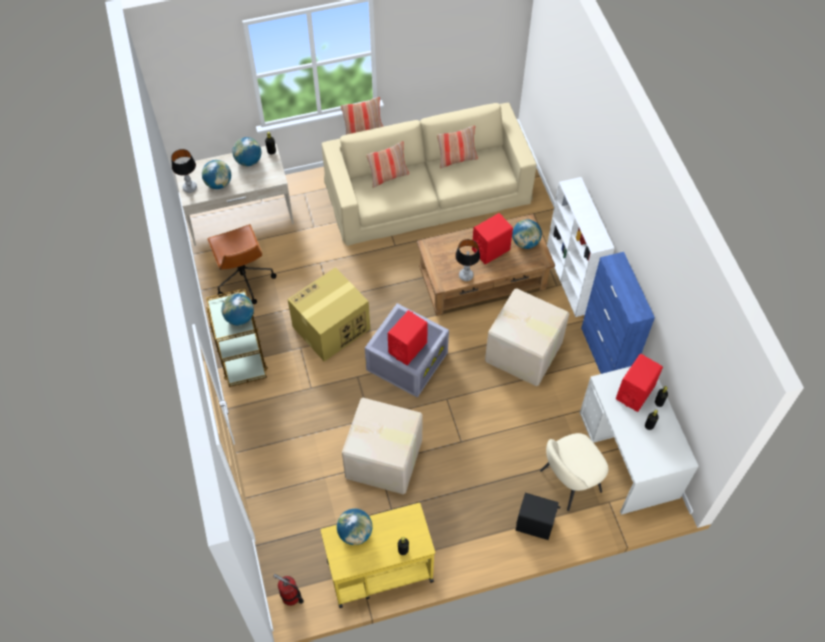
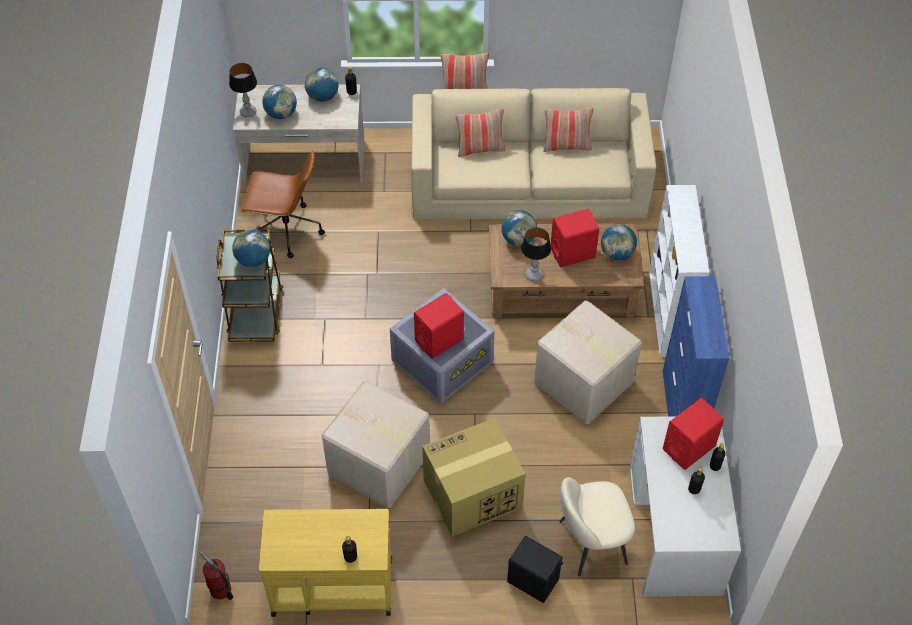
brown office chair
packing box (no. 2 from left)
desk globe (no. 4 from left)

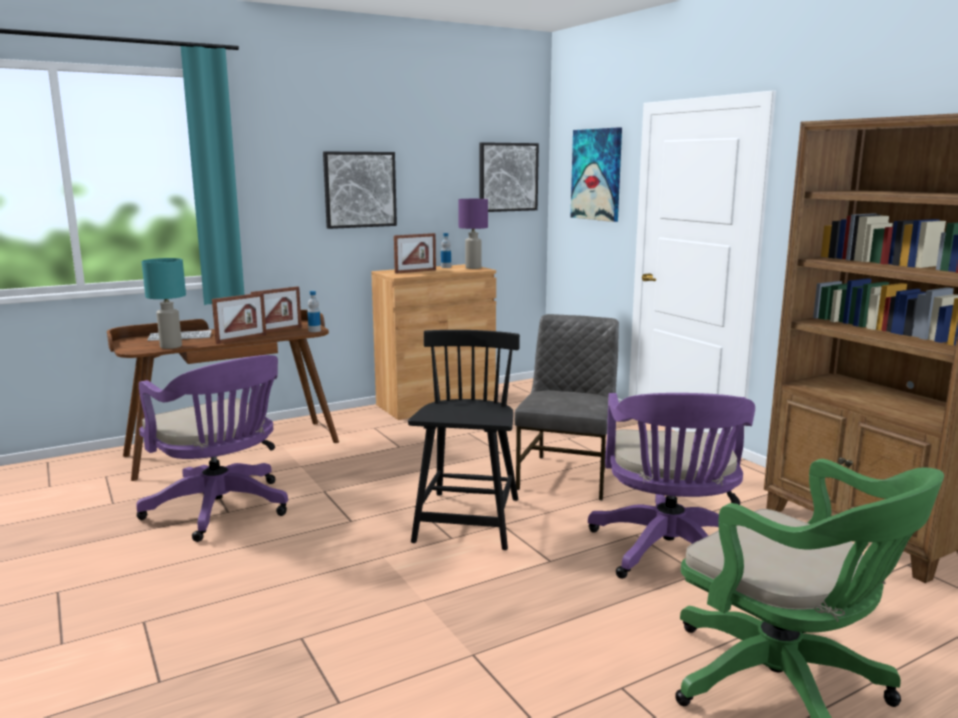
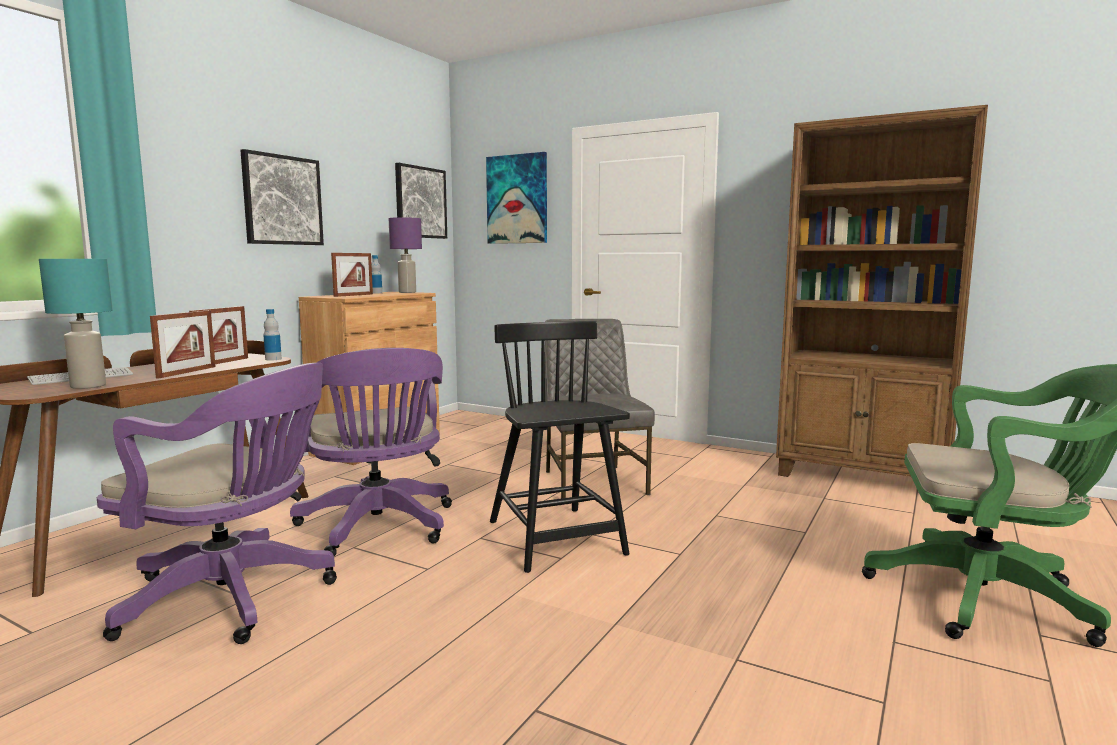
purple office chair (no. 2 from left)

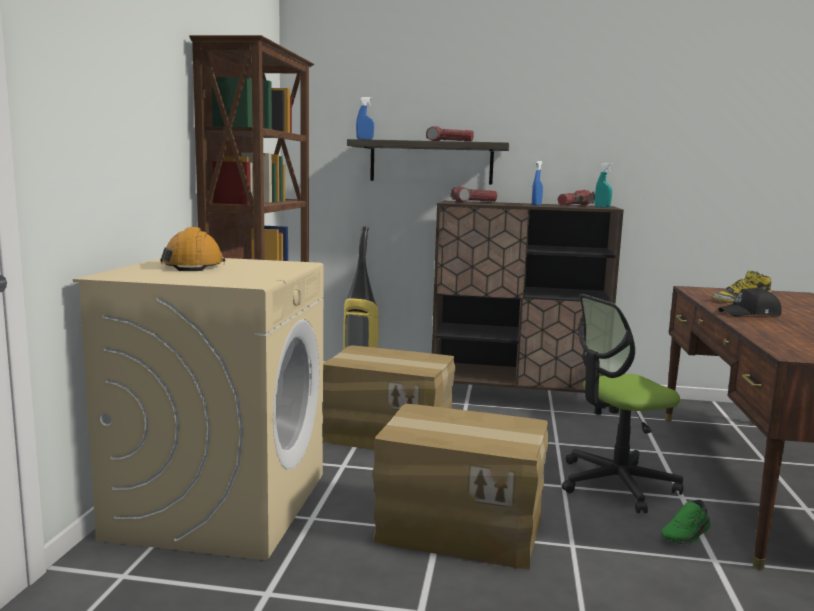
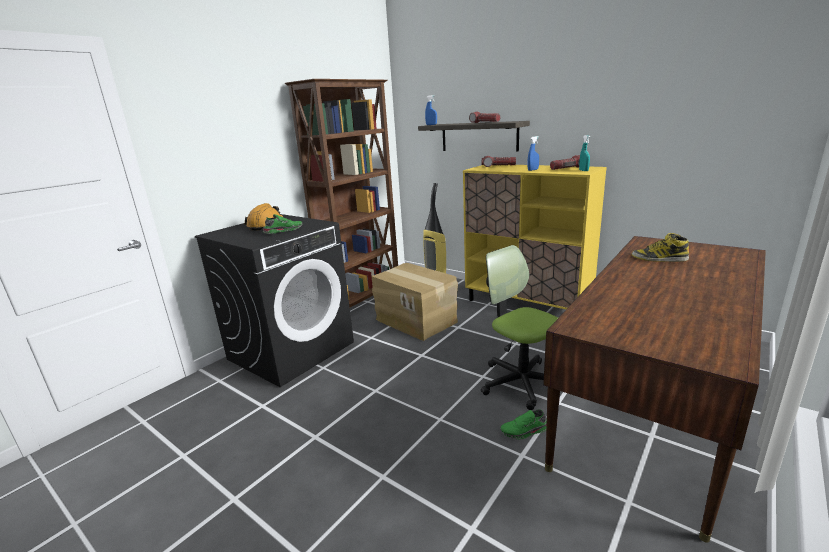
yellow storage cabinet
black-coloured laundry machine
black-coloured baseball cap
office chair
packing box (no. 2 from left in the first image)
green-coloured shoe (no. 1 from left)

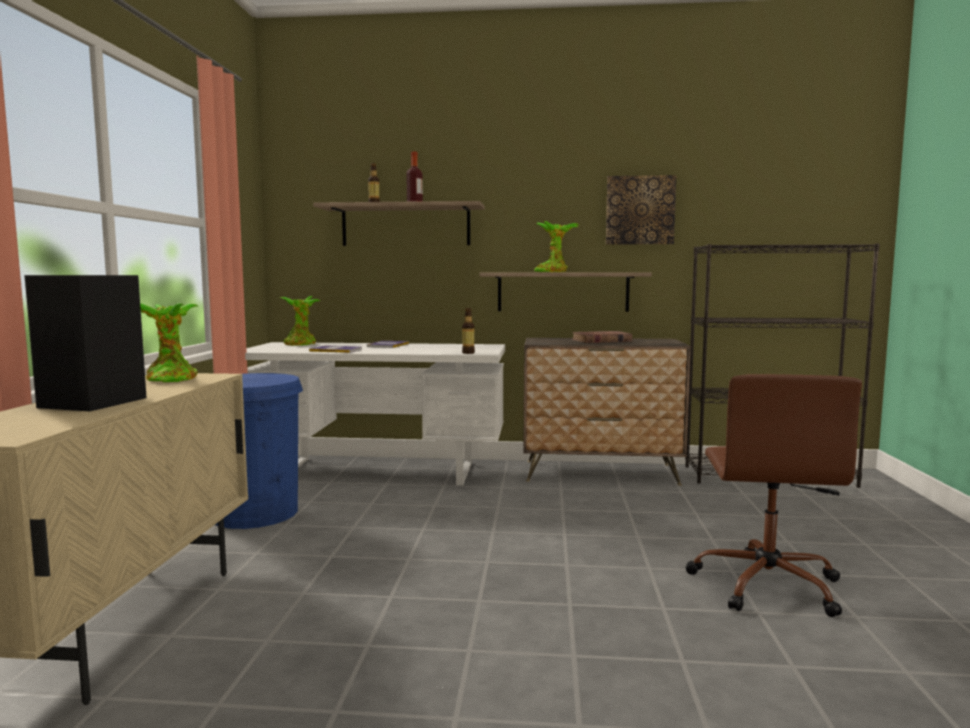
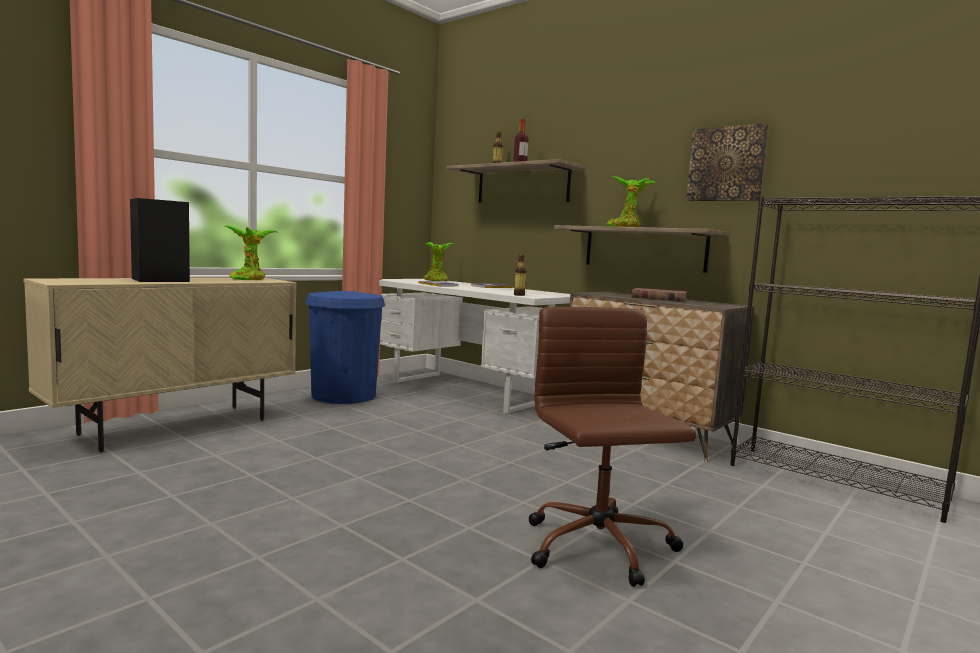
brown office chair

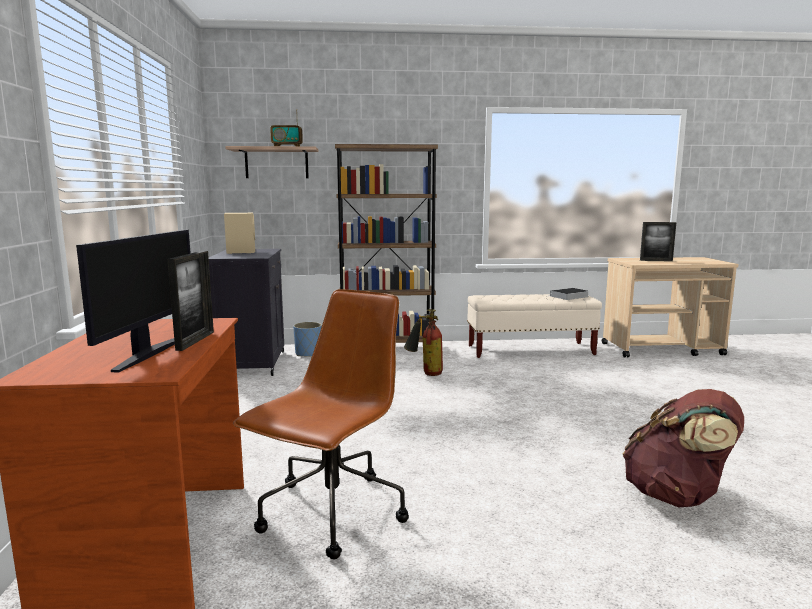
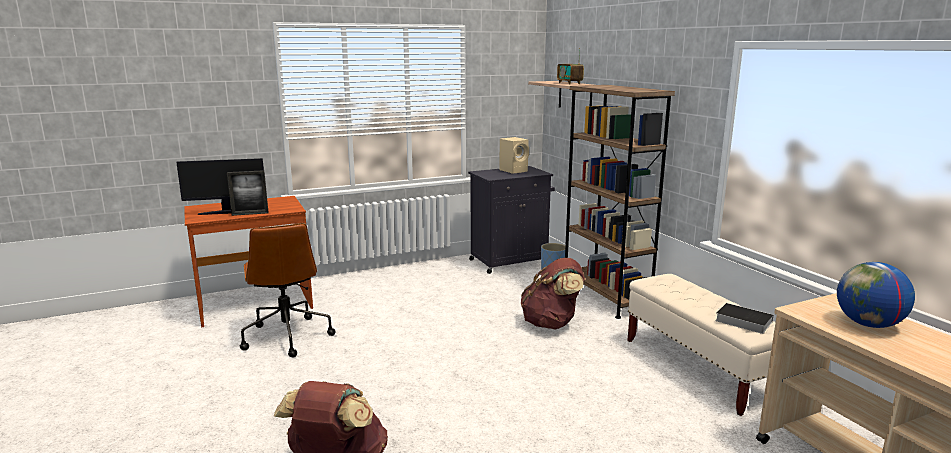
desk globe
brown office chair
brown backpack (no. 2 from left)

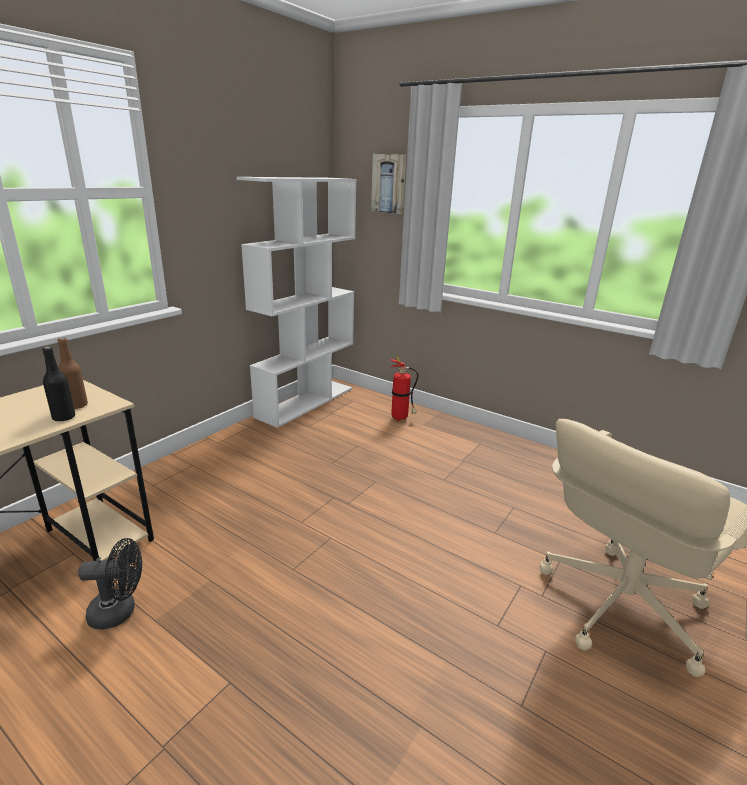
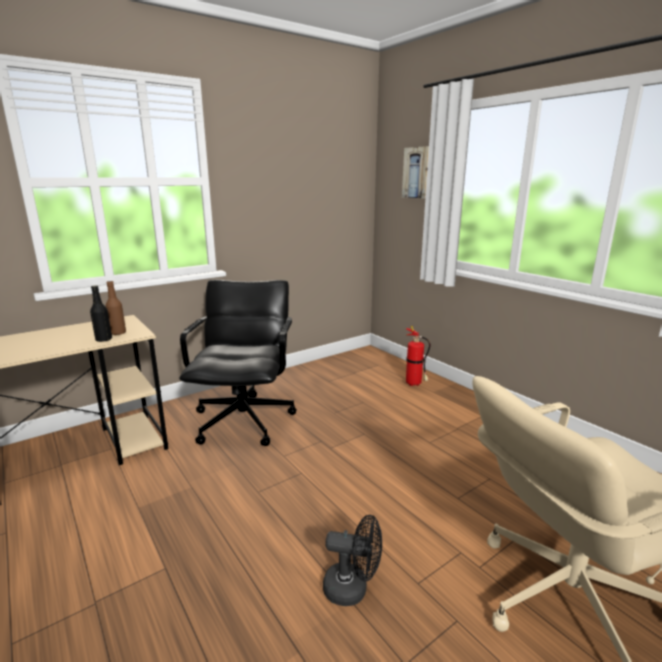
white-coloured bookshelf
black-coloured electric fan
black-coloured office chair

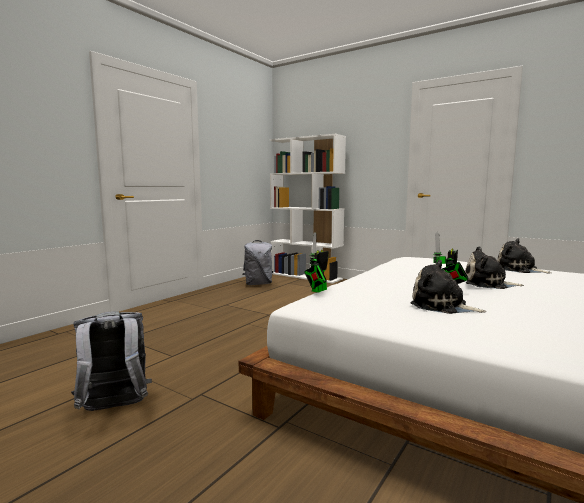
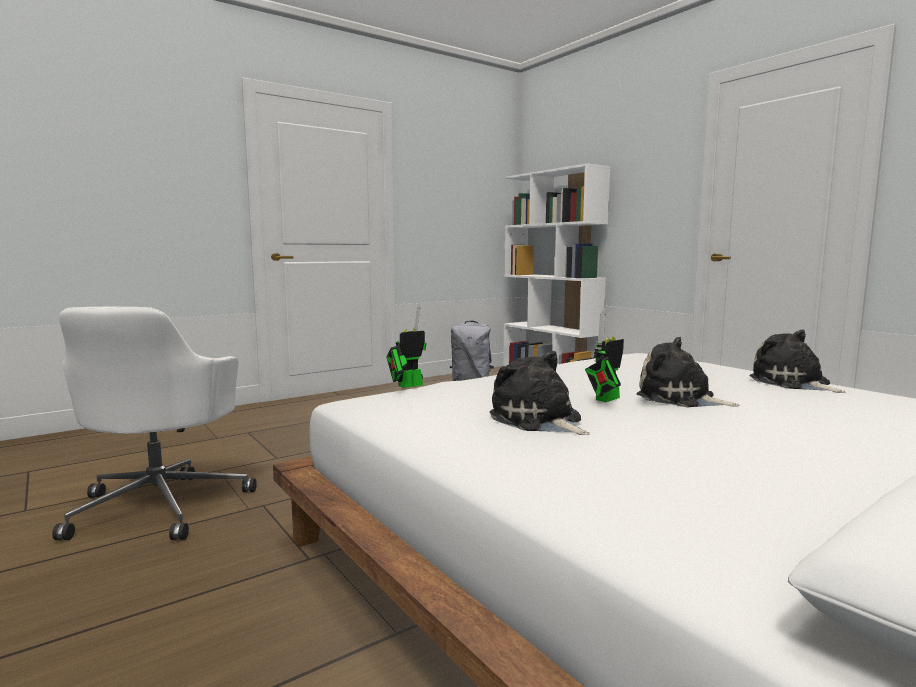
white-coloured office chair

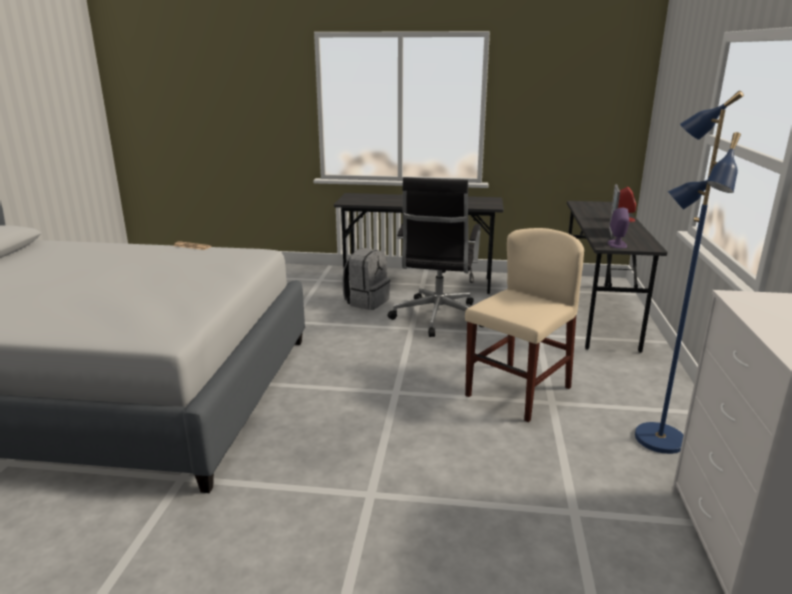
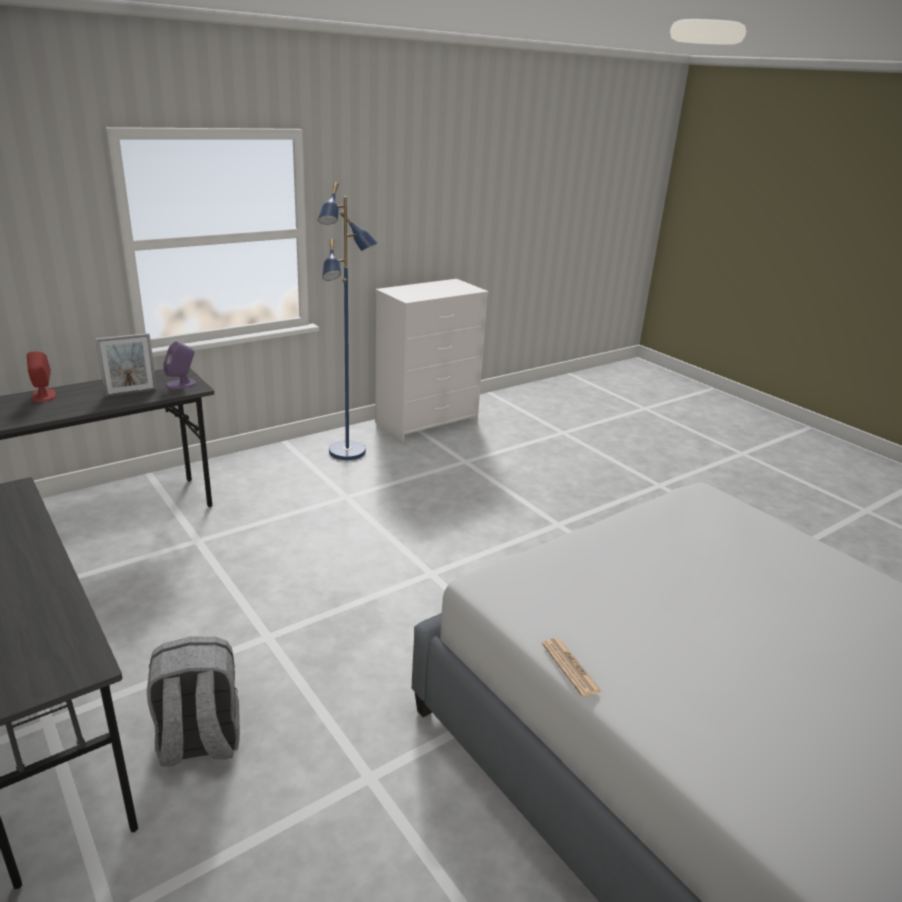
black-coloured office chair
sand-coloured plain chair

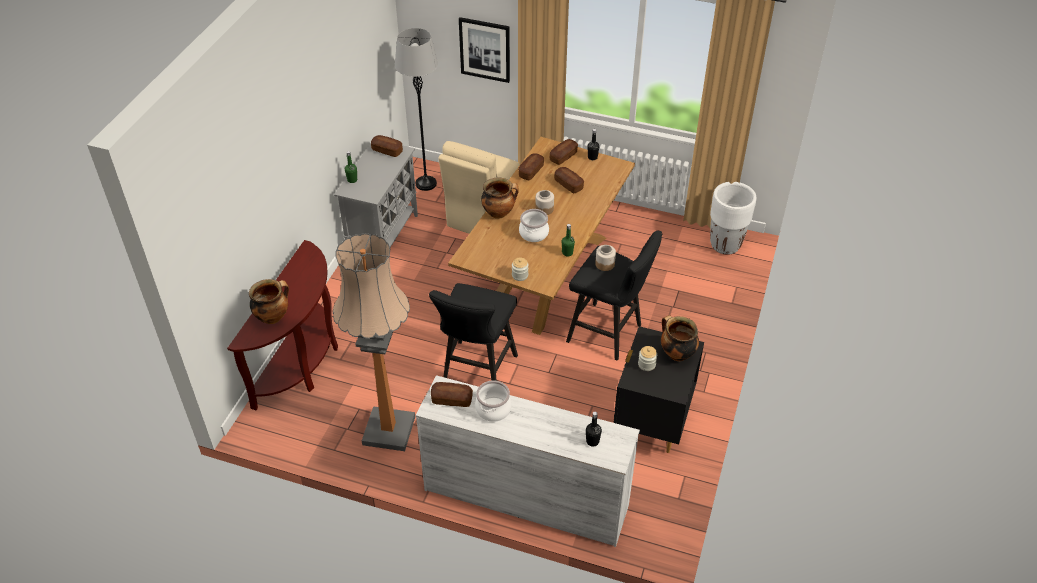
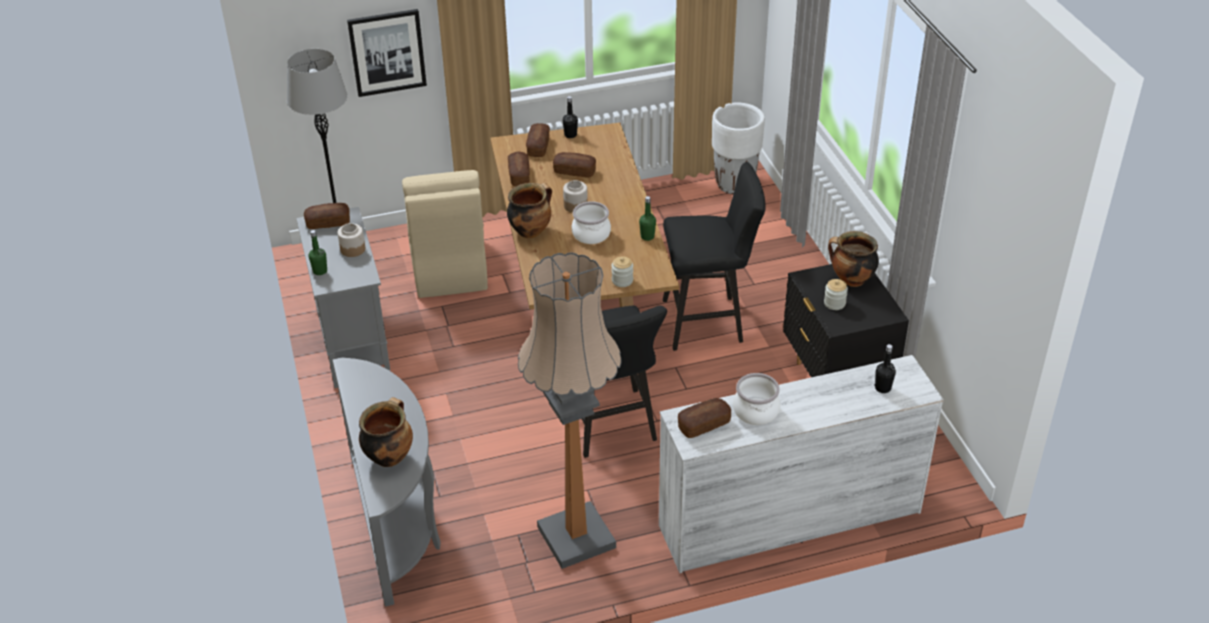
gray narrow table
jar (no. 1 from left)

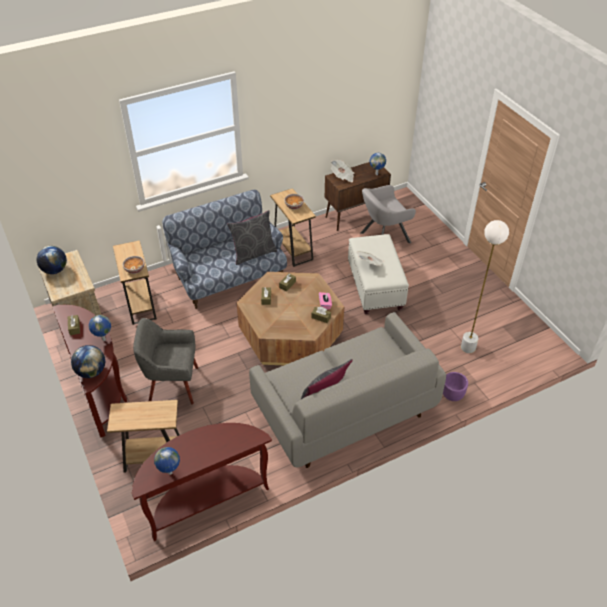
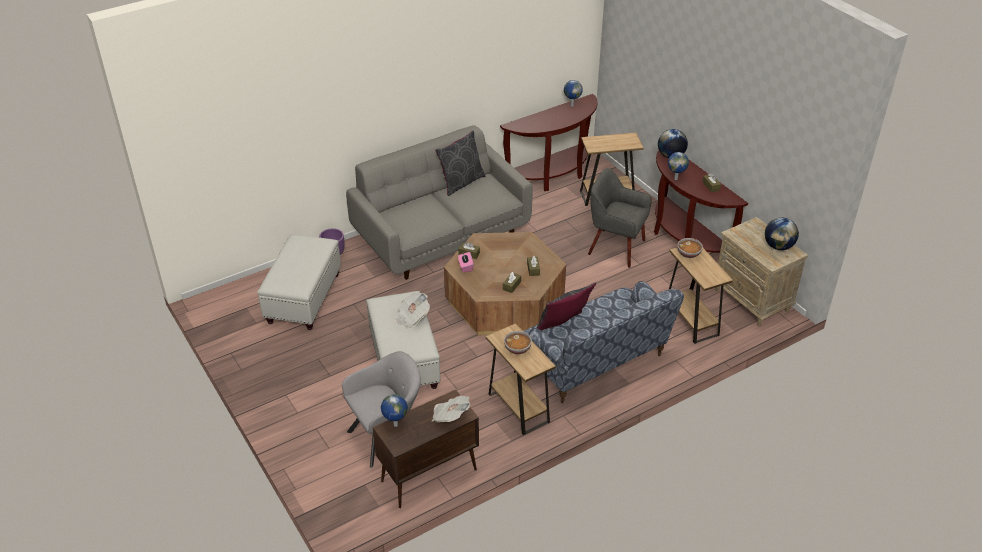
white-coloured footrest (no. 1 from left)
gray armchair (no. 2 from left)

